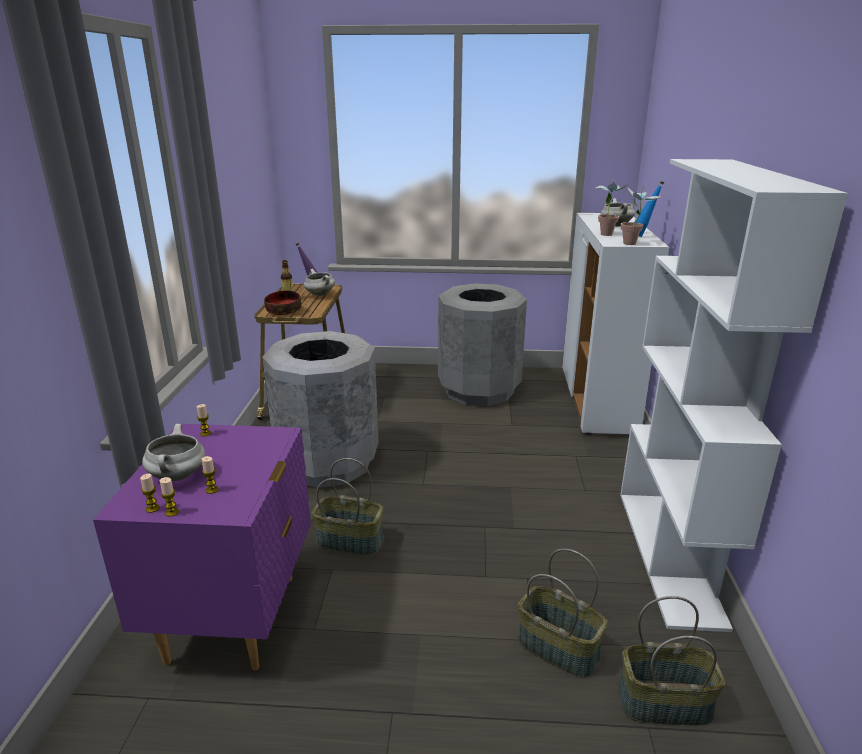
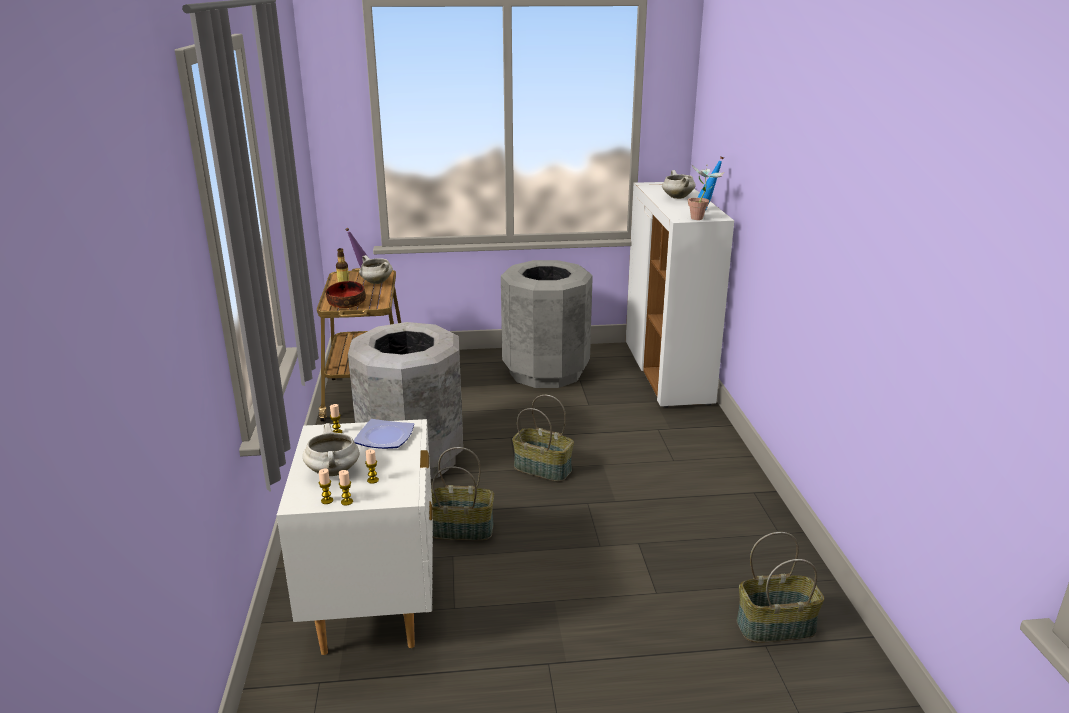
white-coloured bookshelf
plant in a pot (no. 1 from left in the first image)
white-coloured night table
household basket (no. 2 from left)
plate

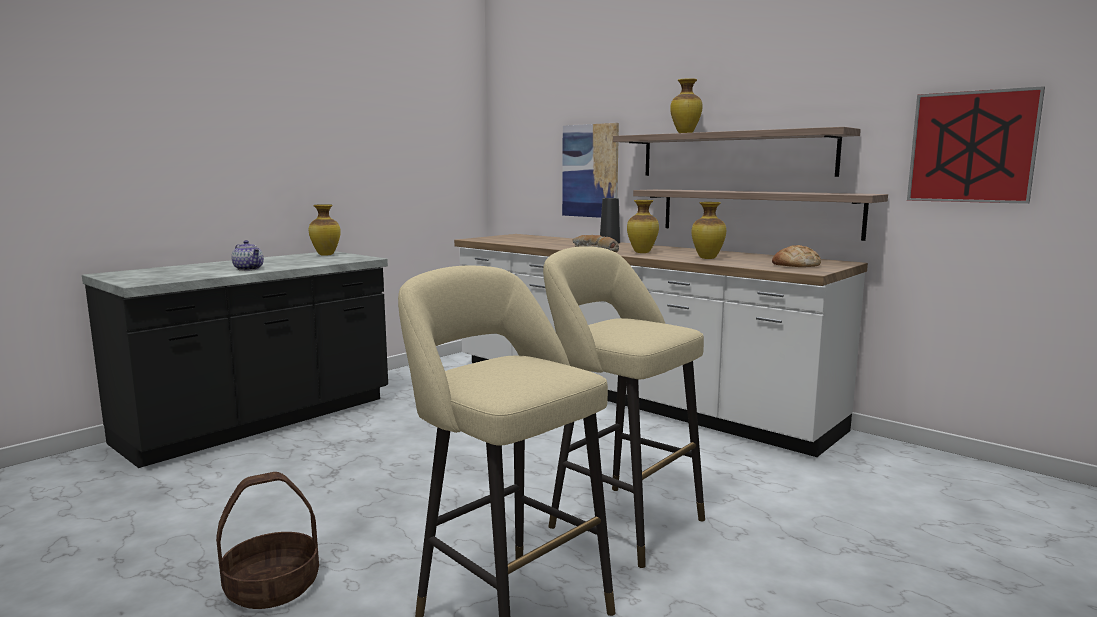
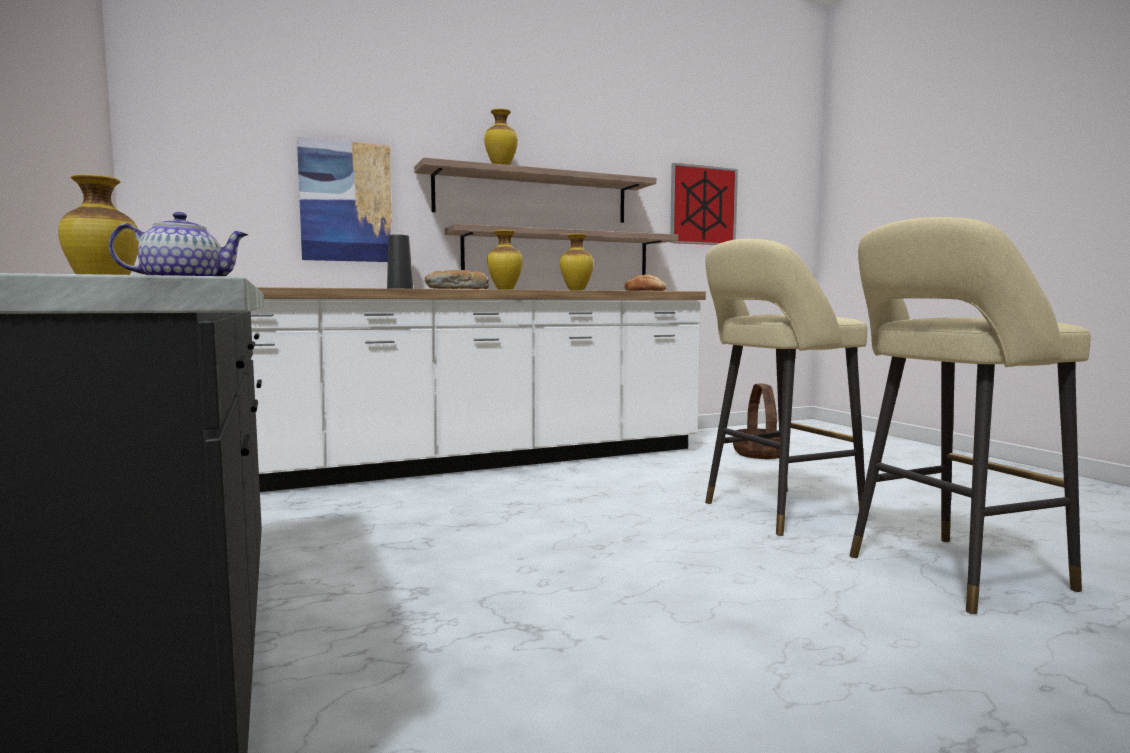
household basket

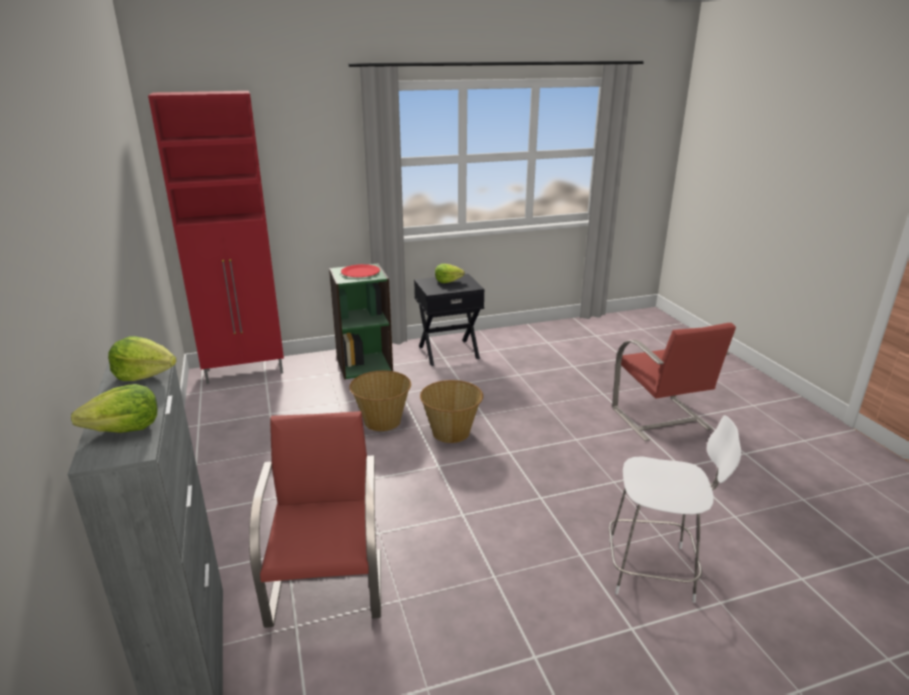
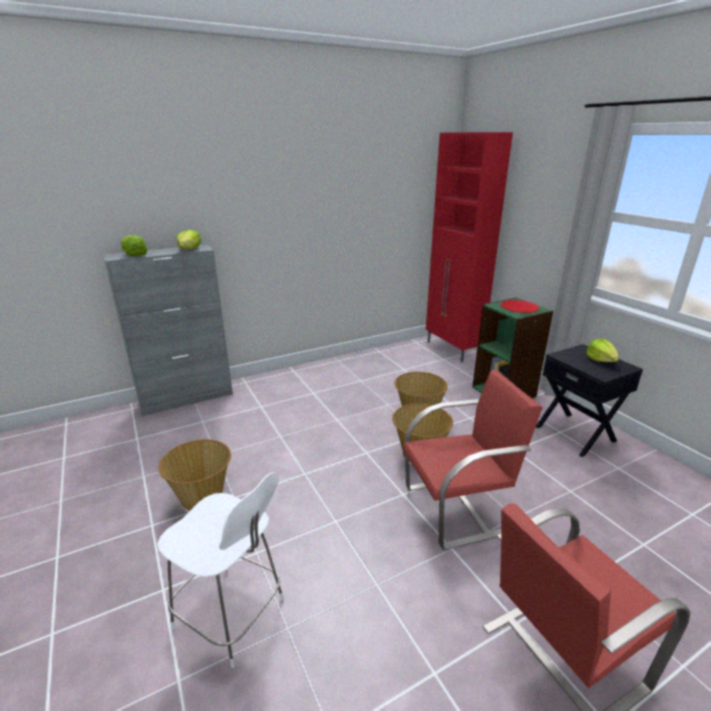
red-coloured plain chair (no. 1 from left)
white-coloured plain chair
household basket (no. 1 from left)

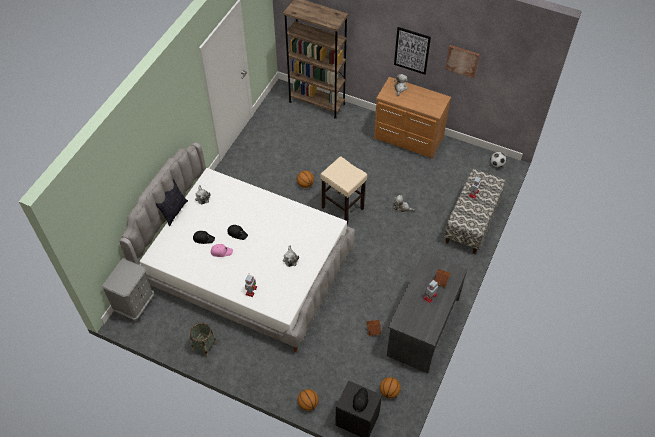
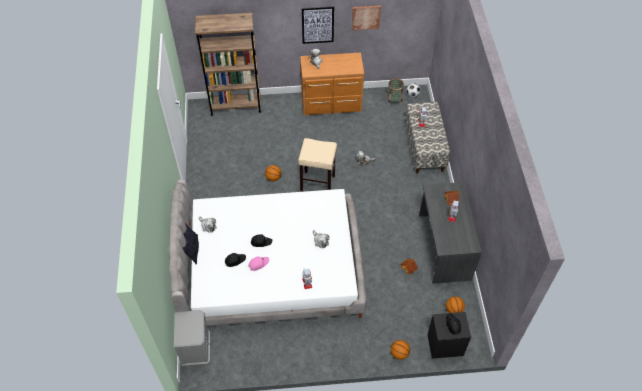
household basket

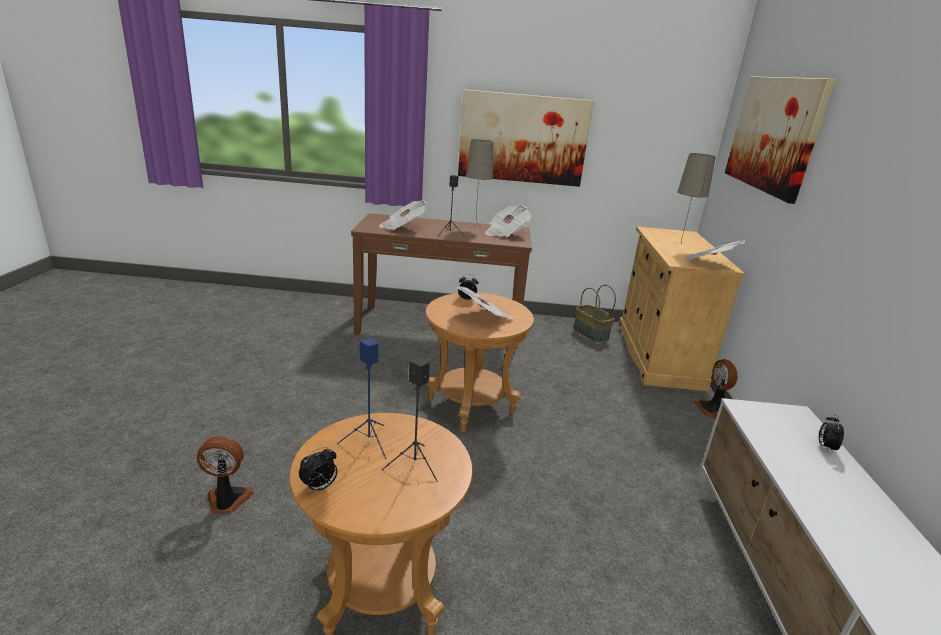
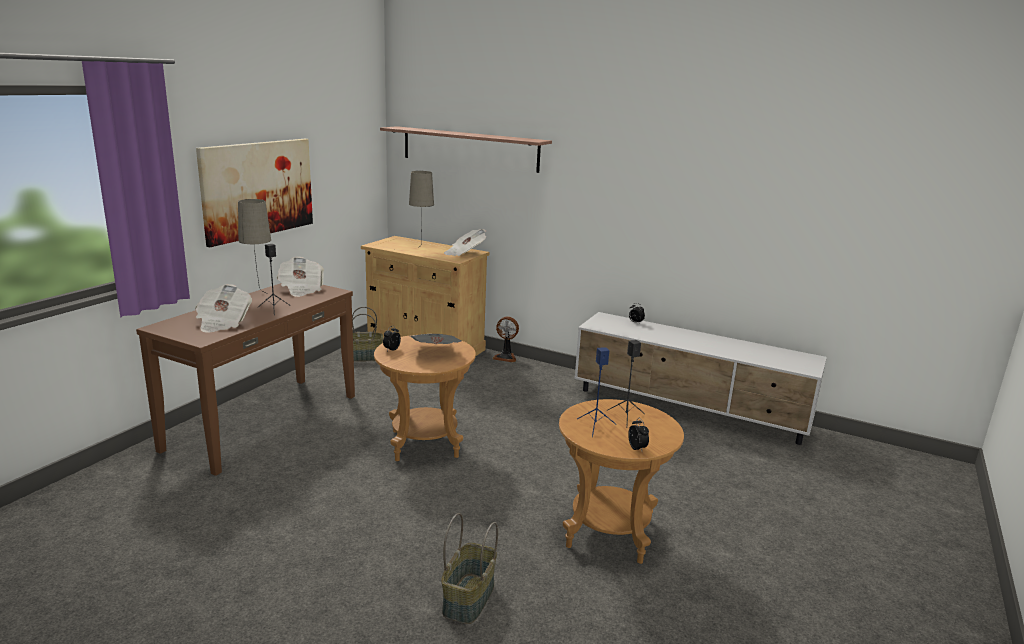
shelf
household basket (no. 2 from left)

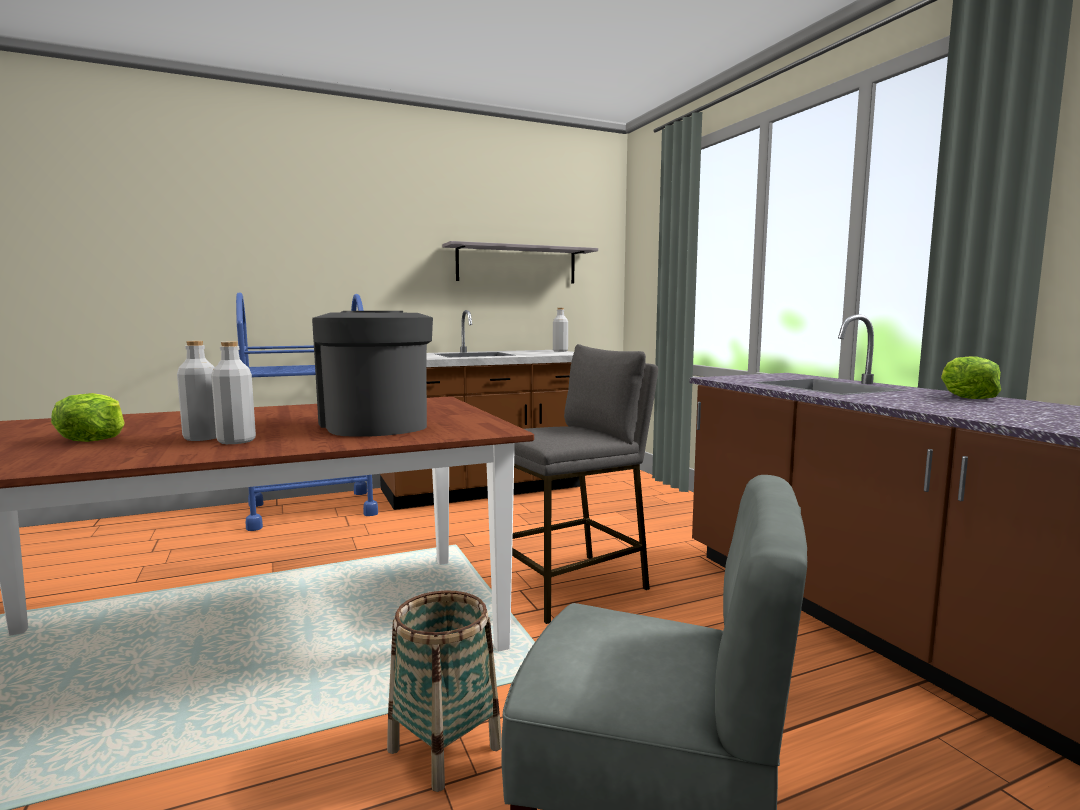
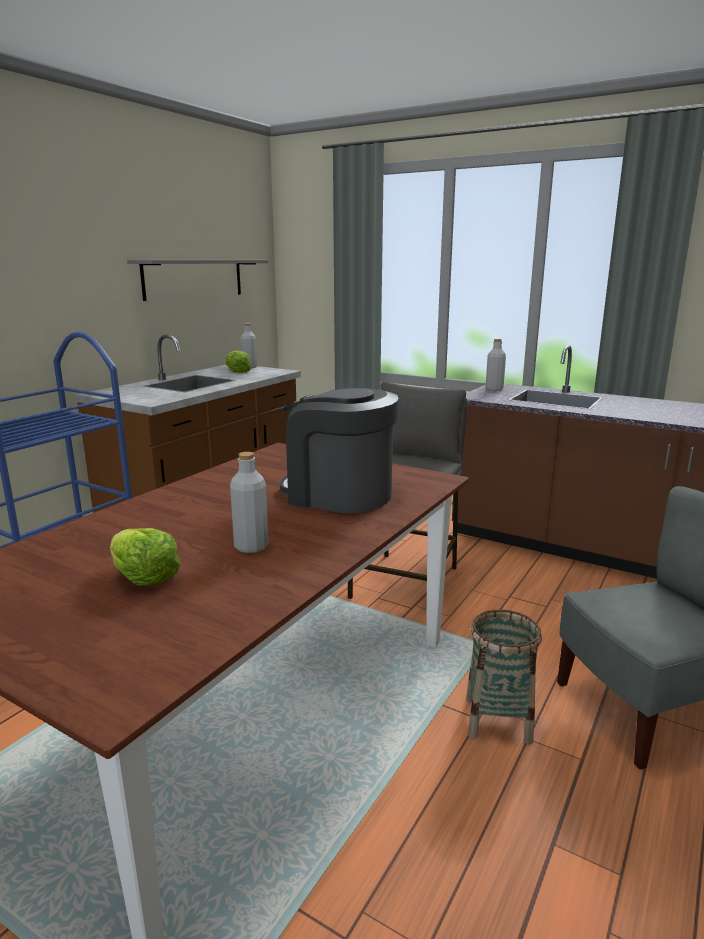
gray beverage bottle (no. 3 from left)
lettuce head (no. 2 from left)

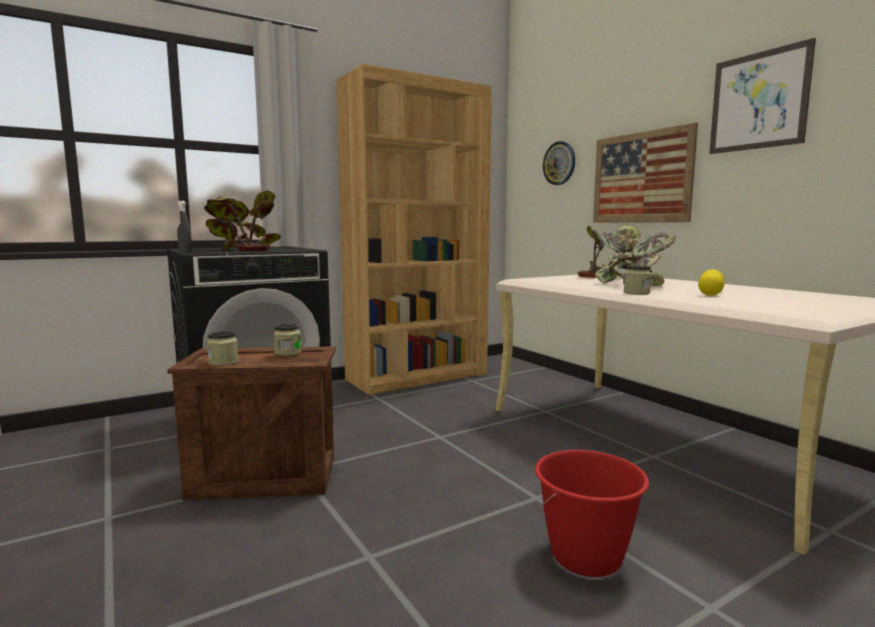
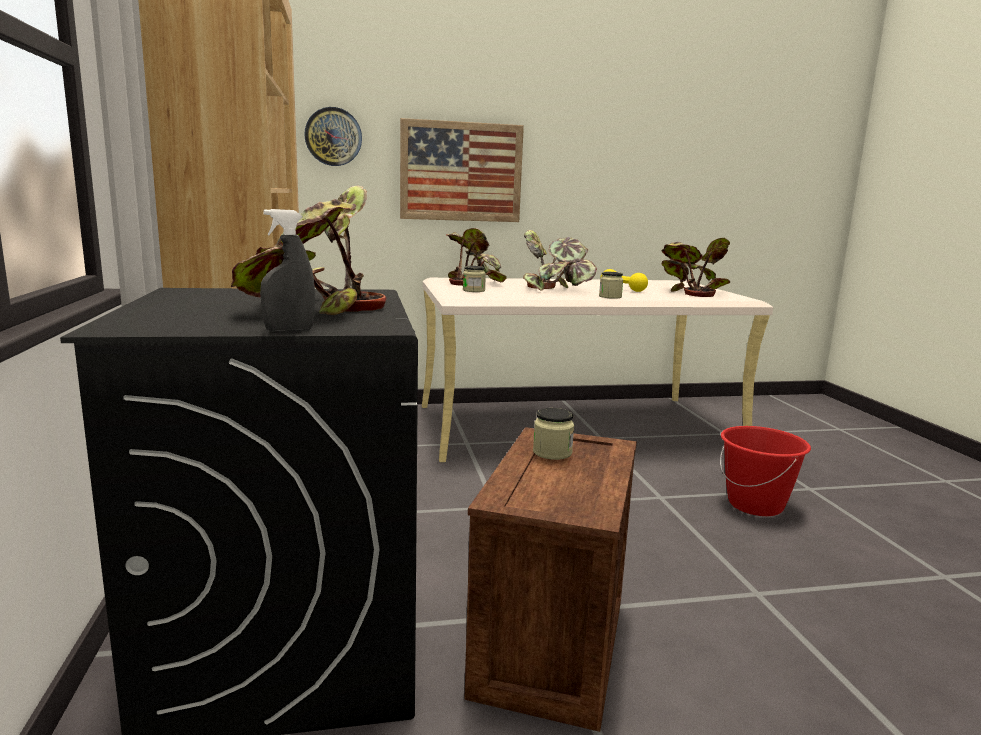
wall picture (no. 2 from left in the first image)
jar (no. 1 from left)
plant in a pot (no. 4 from left)

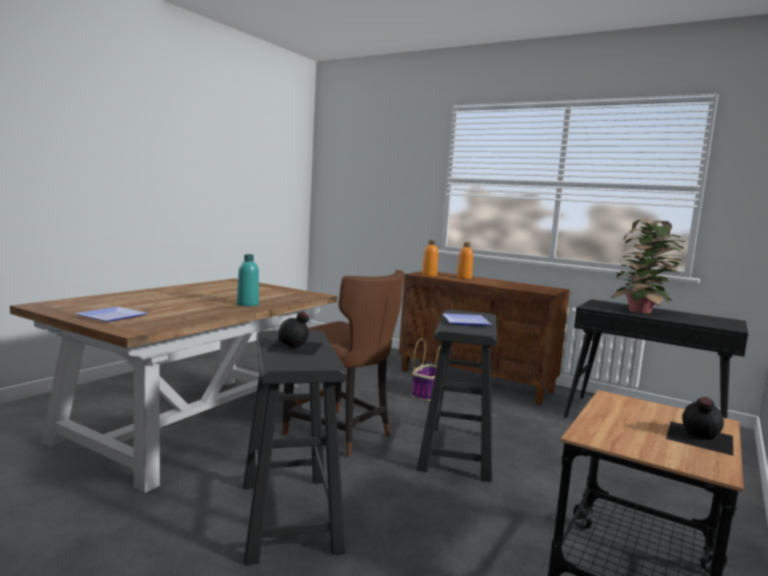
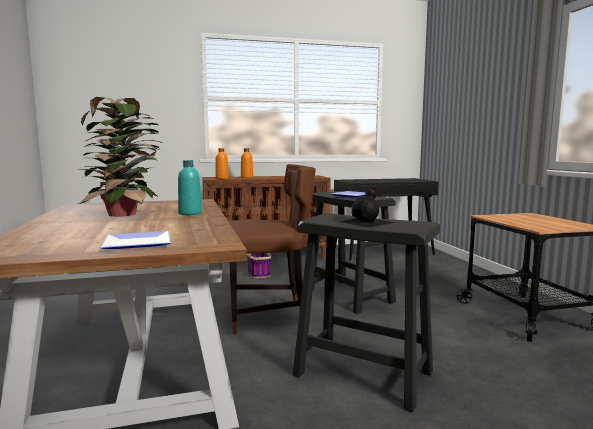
plant in a pot
black-coloured beverage bottle (no. 2 from left in the first image)

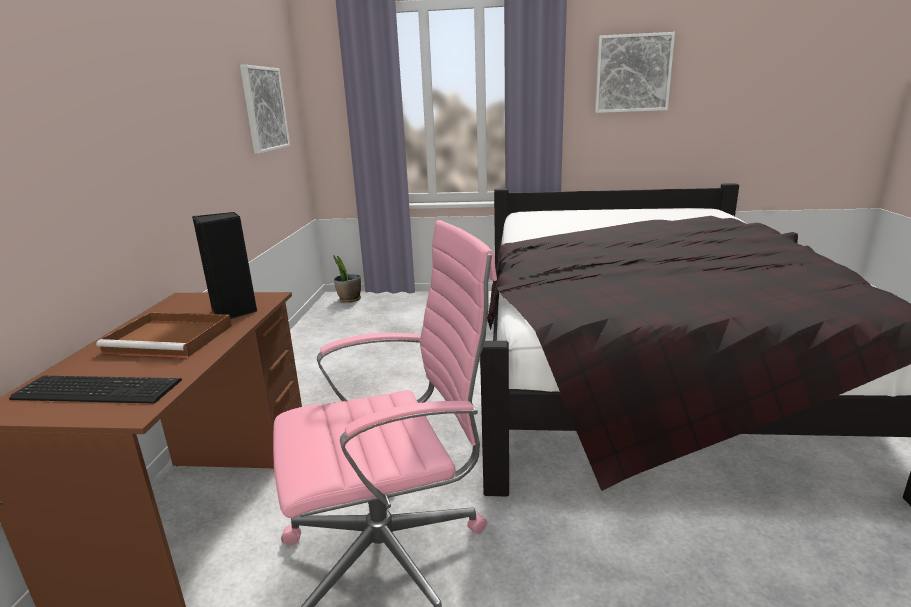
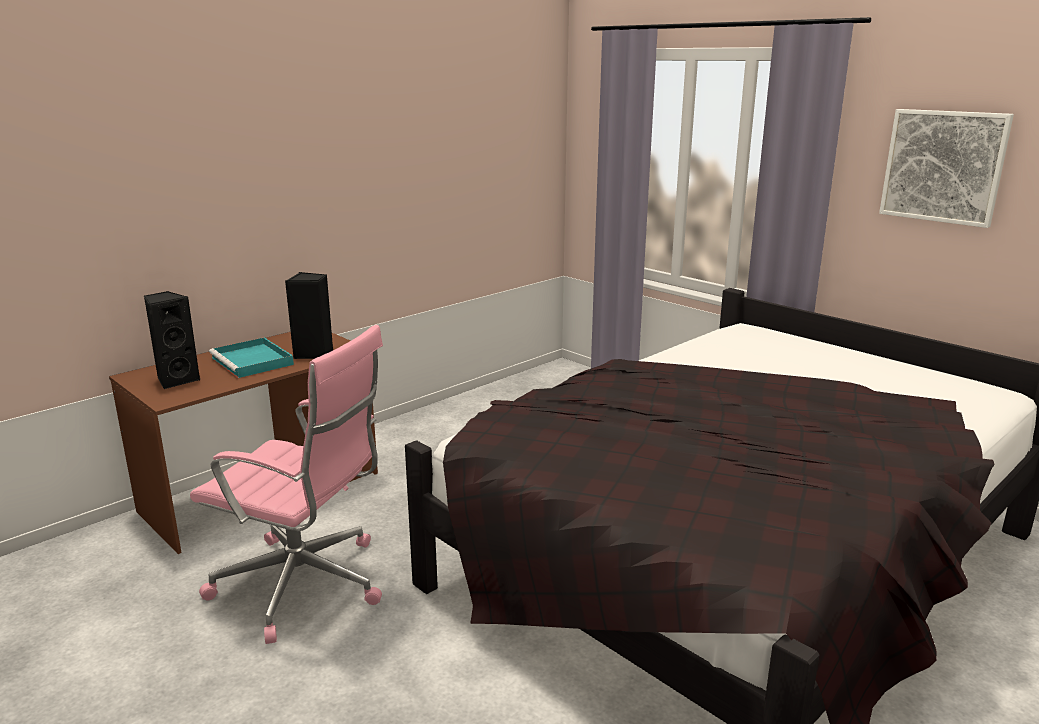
wall picture (no. 1 from left in the first image)
plant in a pot
turquoise-coloured tray
black-coloured loudspeaker (no. 1 from left)

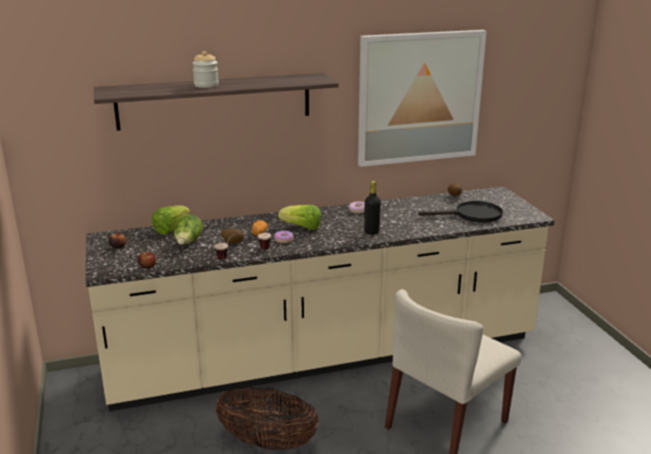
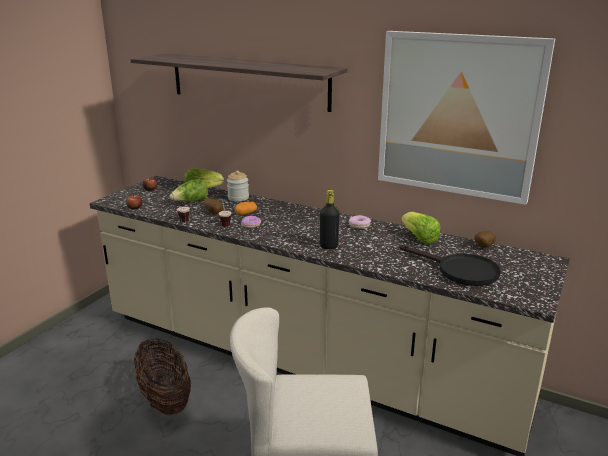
jar
lettuce head (no. 3 from left)

